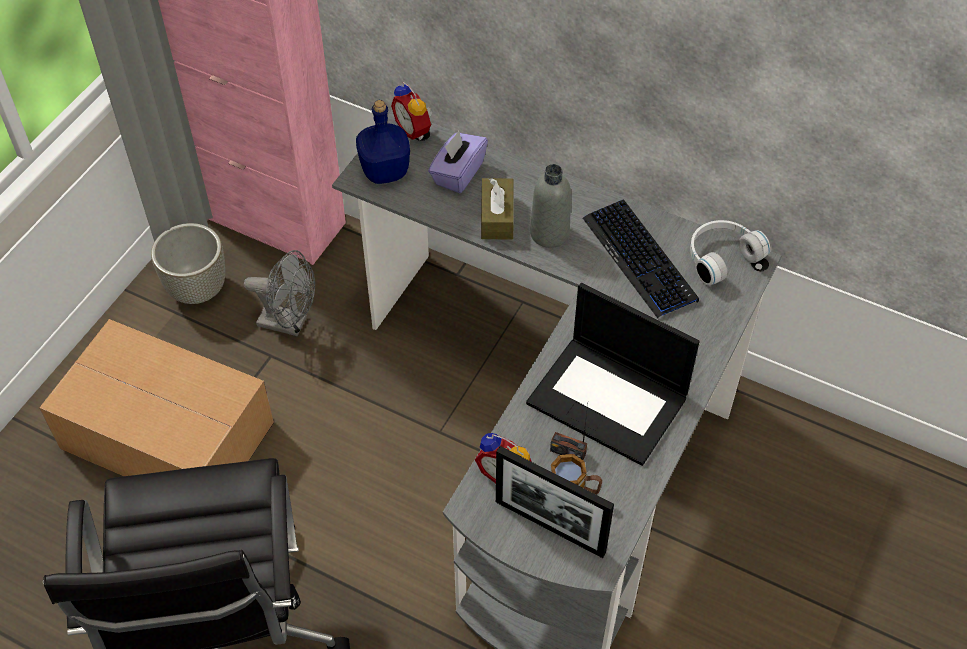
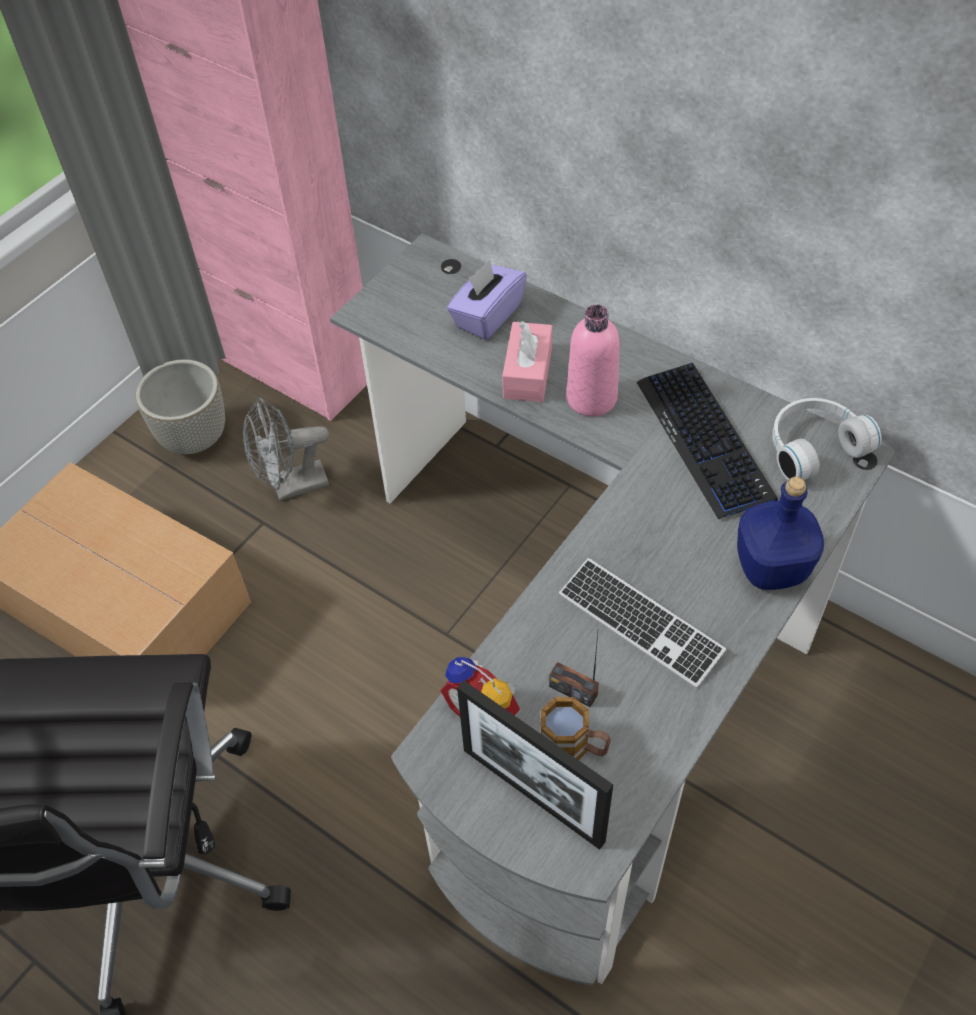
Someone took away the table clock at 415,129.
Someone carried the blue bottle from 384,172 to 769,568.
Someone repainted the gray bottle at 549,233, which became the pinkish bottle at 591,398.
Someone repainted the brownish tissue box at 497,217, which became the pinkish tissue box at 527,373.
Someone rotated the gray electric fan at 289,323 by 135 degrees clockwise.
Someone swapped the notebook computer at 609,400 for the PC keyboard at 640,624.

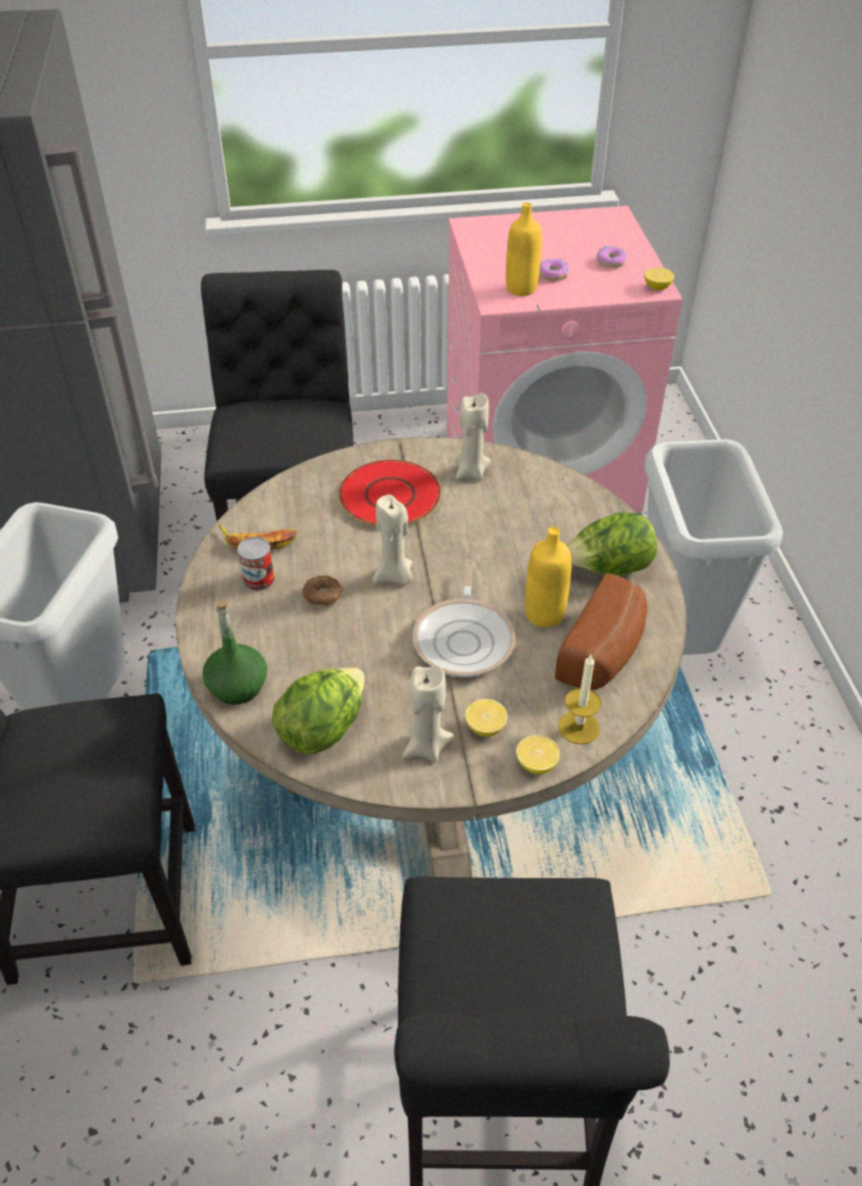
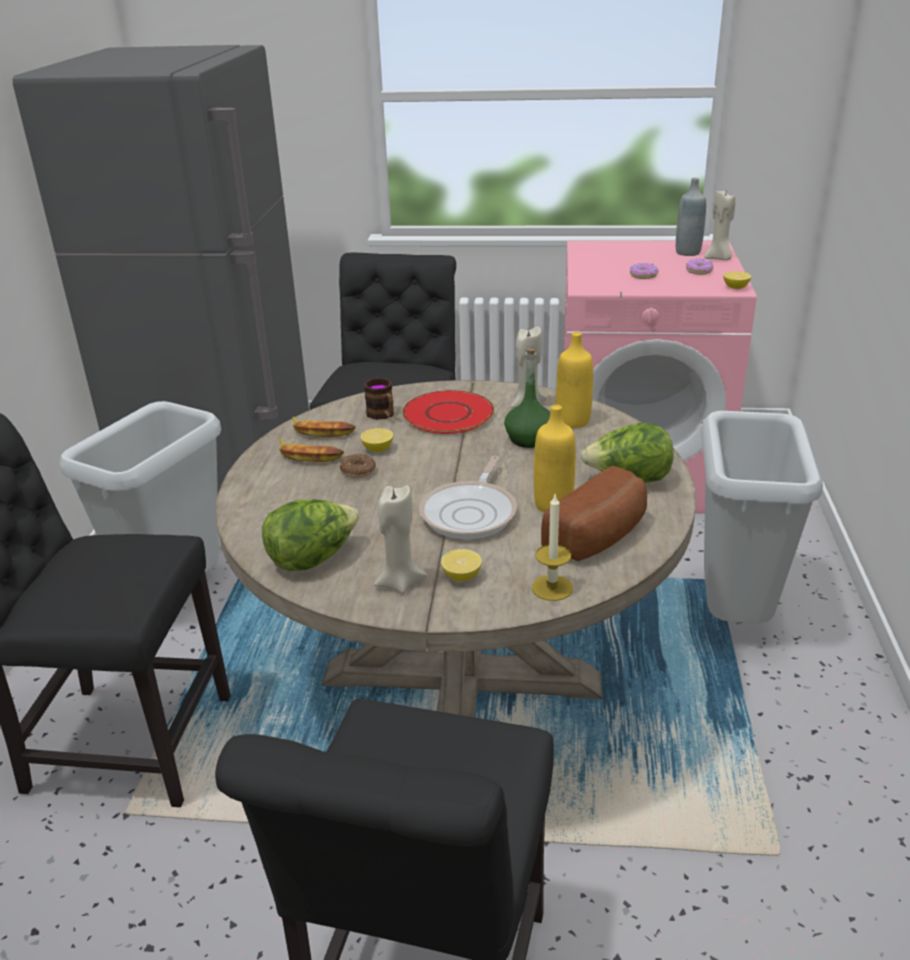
Someone carried the yellow-coloured bottle from 521,288 to 573,421.
Someone carried the sand-coloured candle from 394,577 to 718,259.
Someone swapped the metal can at 258,579 for the whole banana at 309,455.
Someone carried the green-coloured bottle from 237,686 to 529,439.
Someone carried the citrus fruit from 536,764 to 377,449.
Someone put down the gray bottle at 688,252.
Someone put down the mug at 383,415.

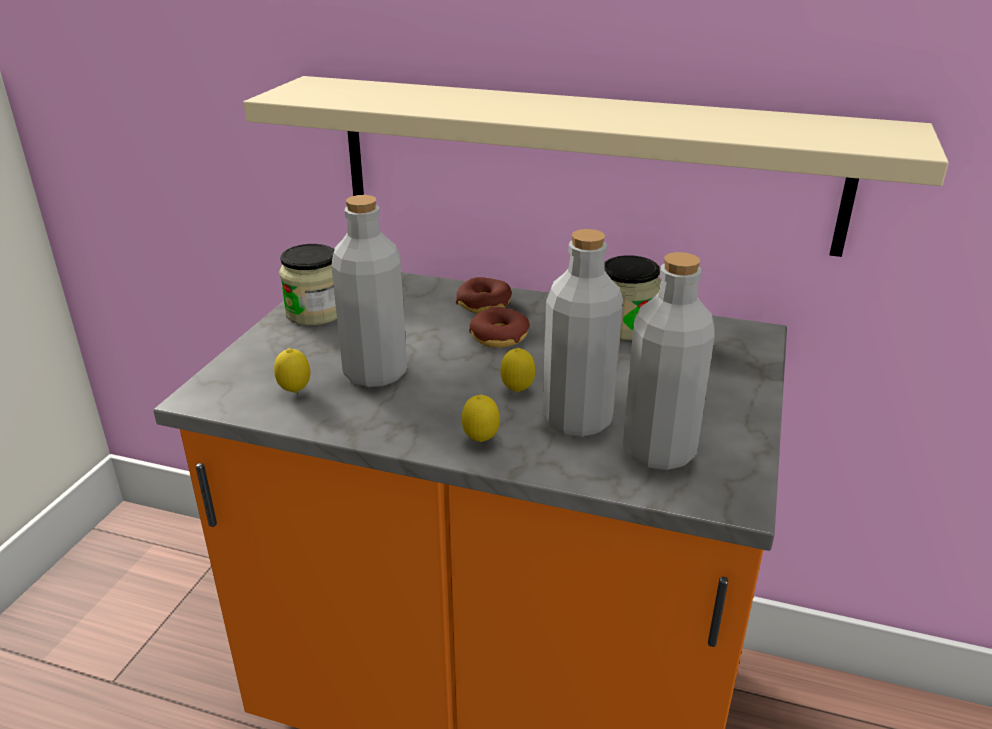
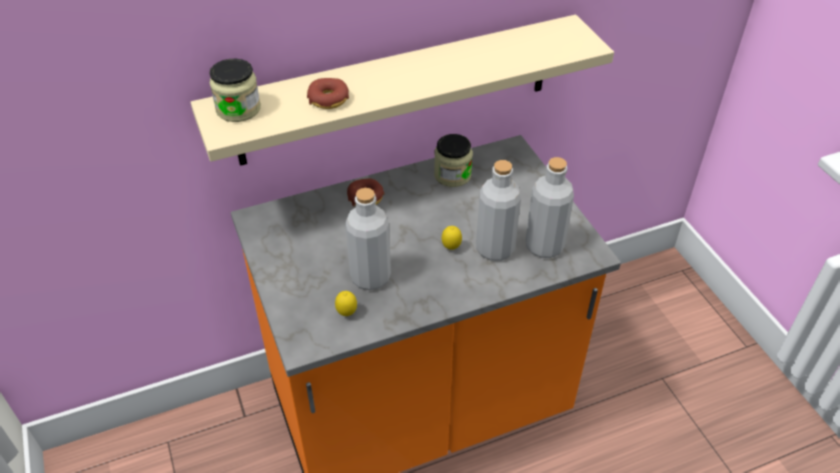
Someone carried the jar from 315,312 to 238,109.
Someone carried the ring doughnut from 499,336 to 328,99.
Someone took away the citrus fruit at 480,441.

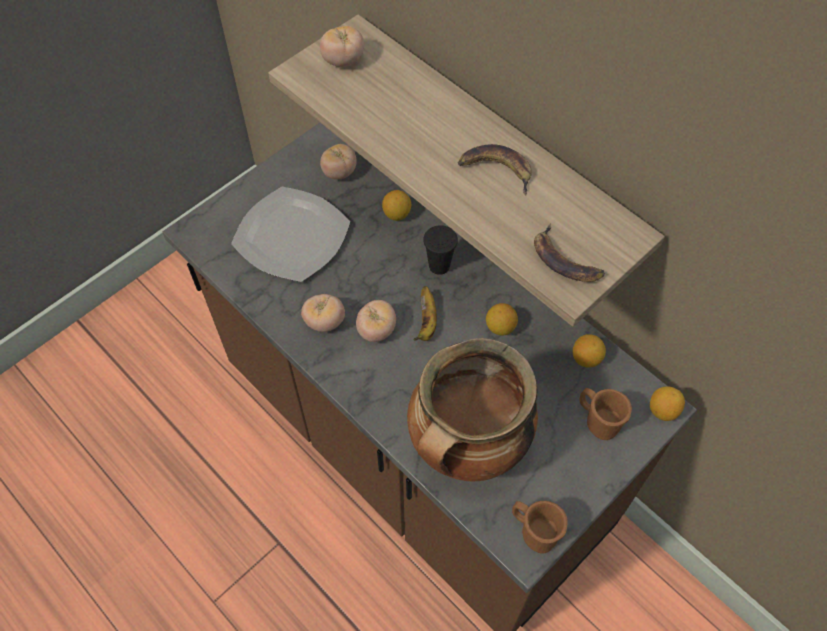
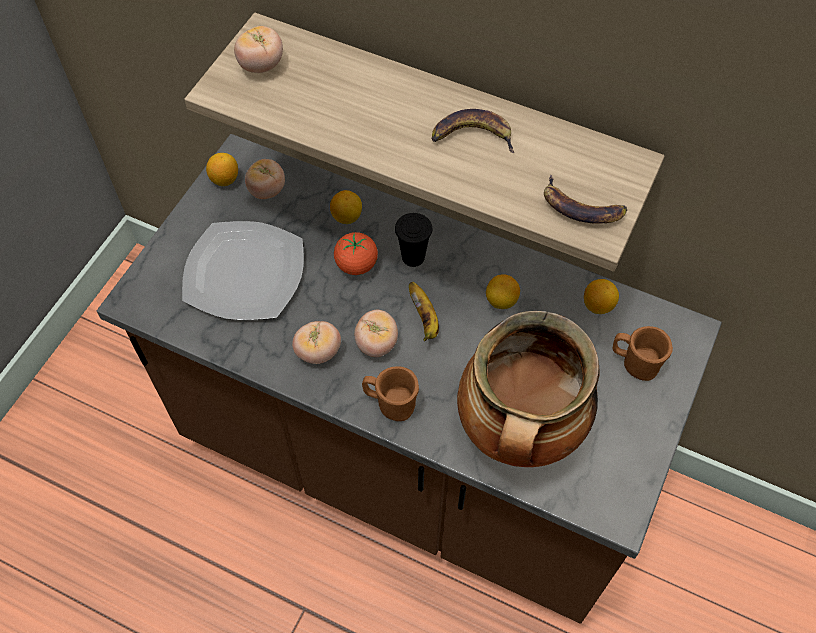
Someone carried the citrus fruit from 662,410 to 225,179.
Someone carried the brownish mug from 534,531 to 391,403.
Someone put down the whole tomato at 356,265.

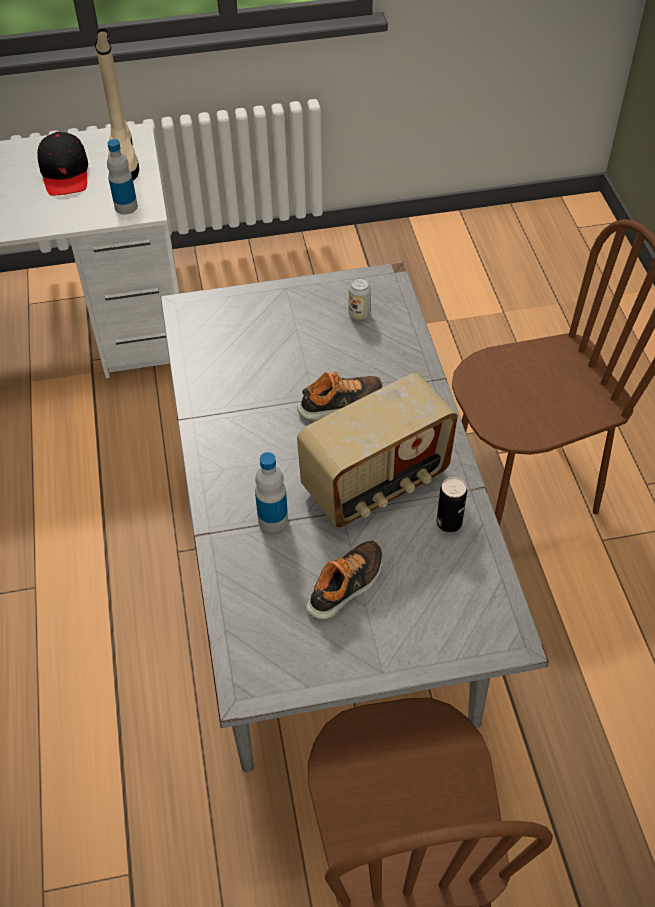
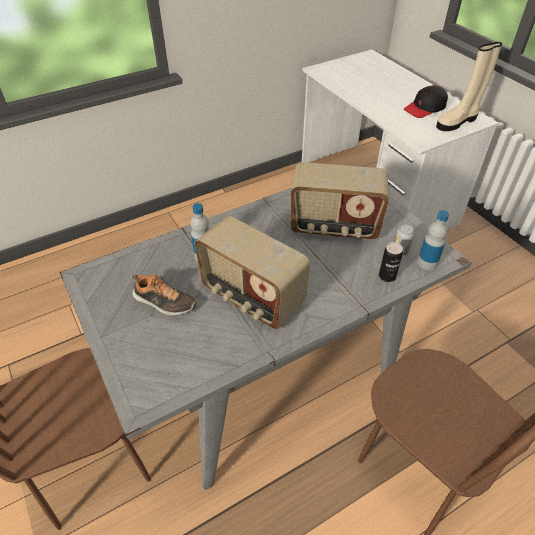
Someone carried the bottle from 126,207 to 427,263.
Someone took away the shoe at 341,403.
Someone carried the metal can from 449,522 to 387,276.
Someone put down the radio set at 334,227.

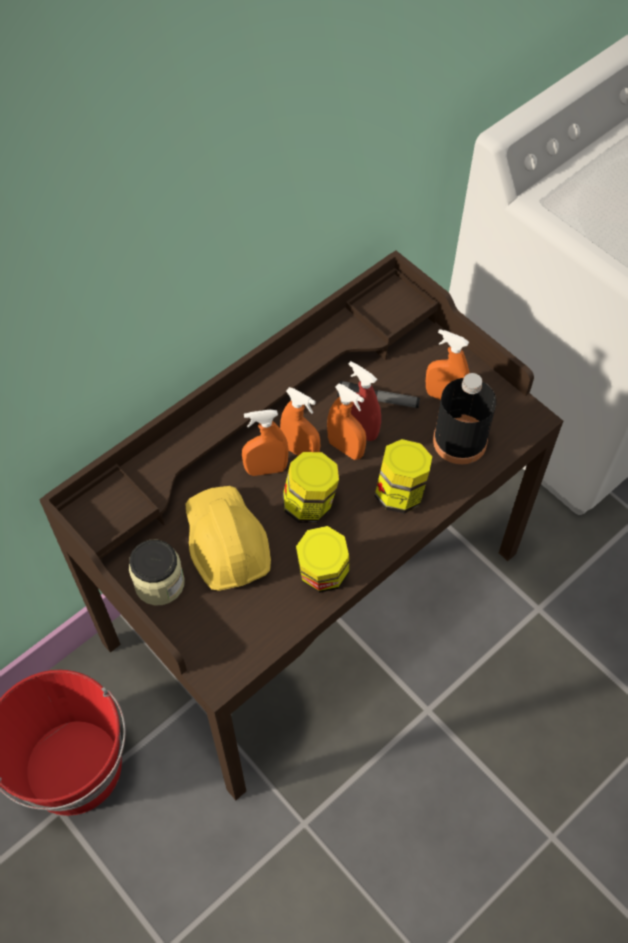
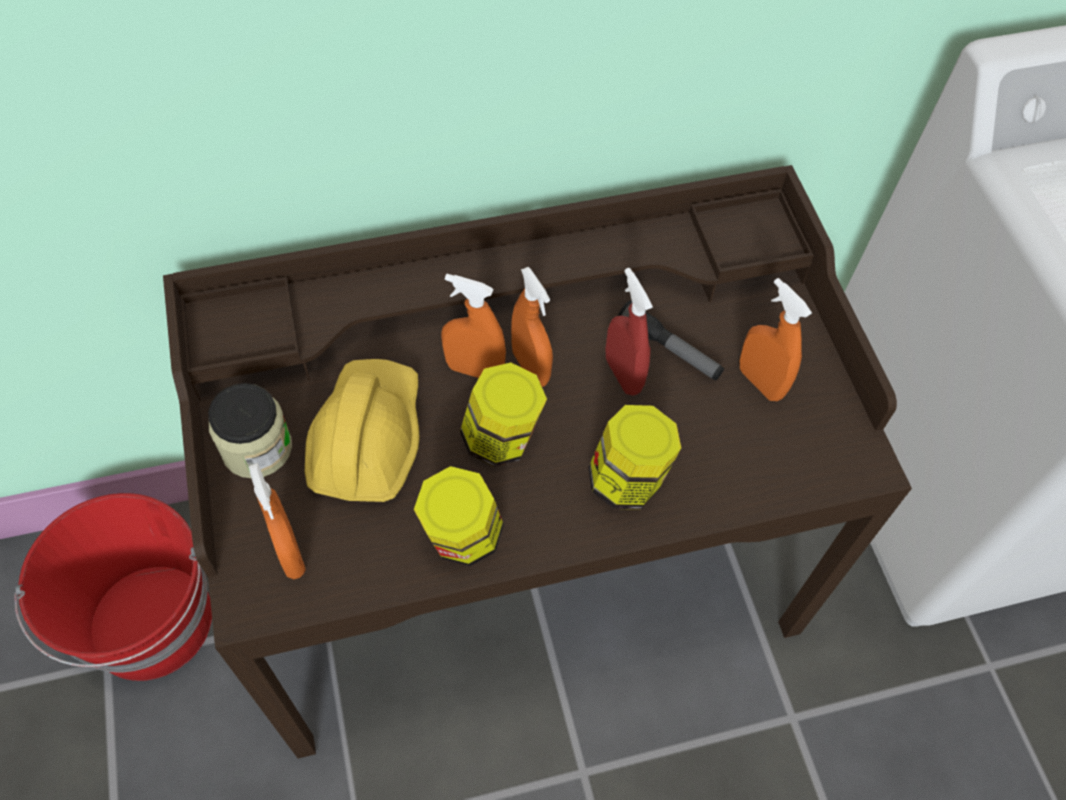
Someone took away the black-coloured bottle at 459,441.
Someone carried the orangey hand sprayer from 345,449 to 289,553.

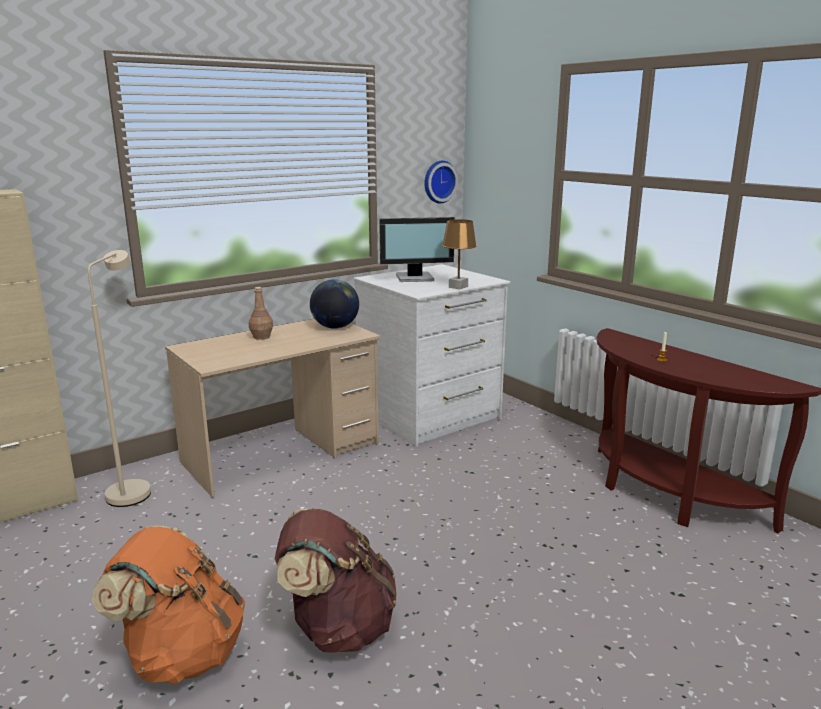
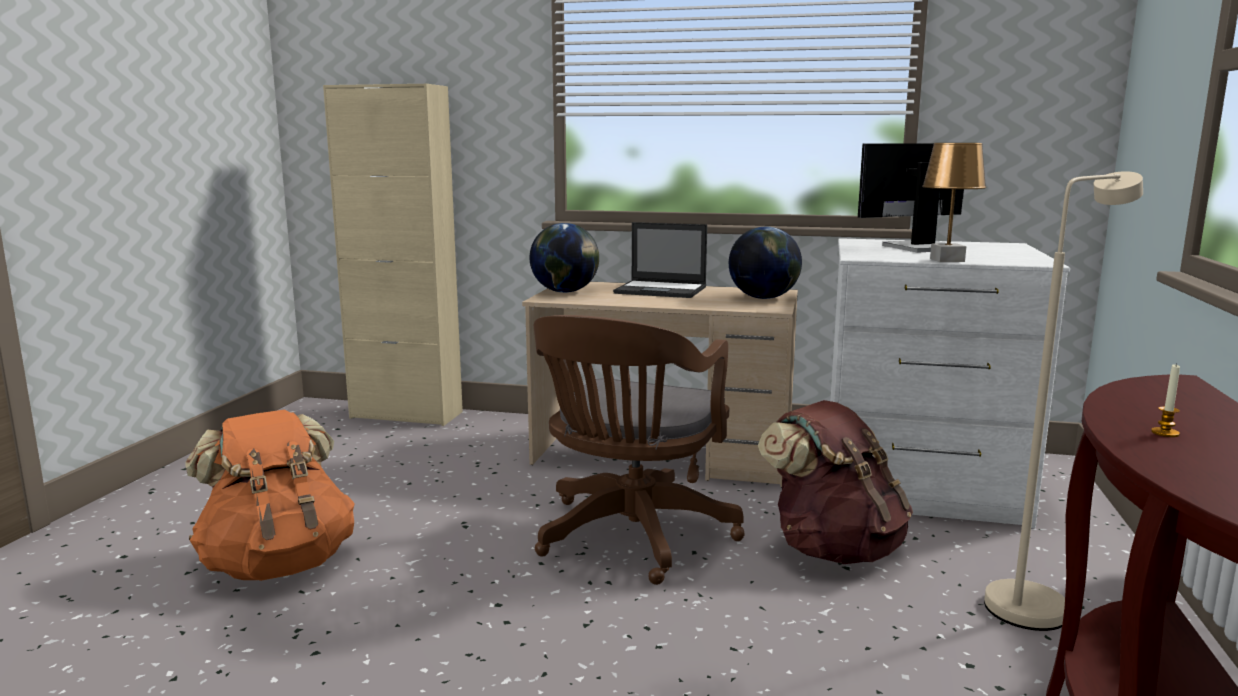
Someone took away the clock on the wall at 438,181.
Someone rotated the computer screen at 415,278 by 120 degrees clockwise.
Someone carried the sand-coloured standing lamp from 133,489 to 1035,602.
Someone swapped the brownish bottle at 261,337 for the notebook computer at 662,290.
Someone carried the brownish backpack from 337,628 to 832,549.
Someone put down the globe at 565,292.
Someone put down the brownish desk chair at 631,538.

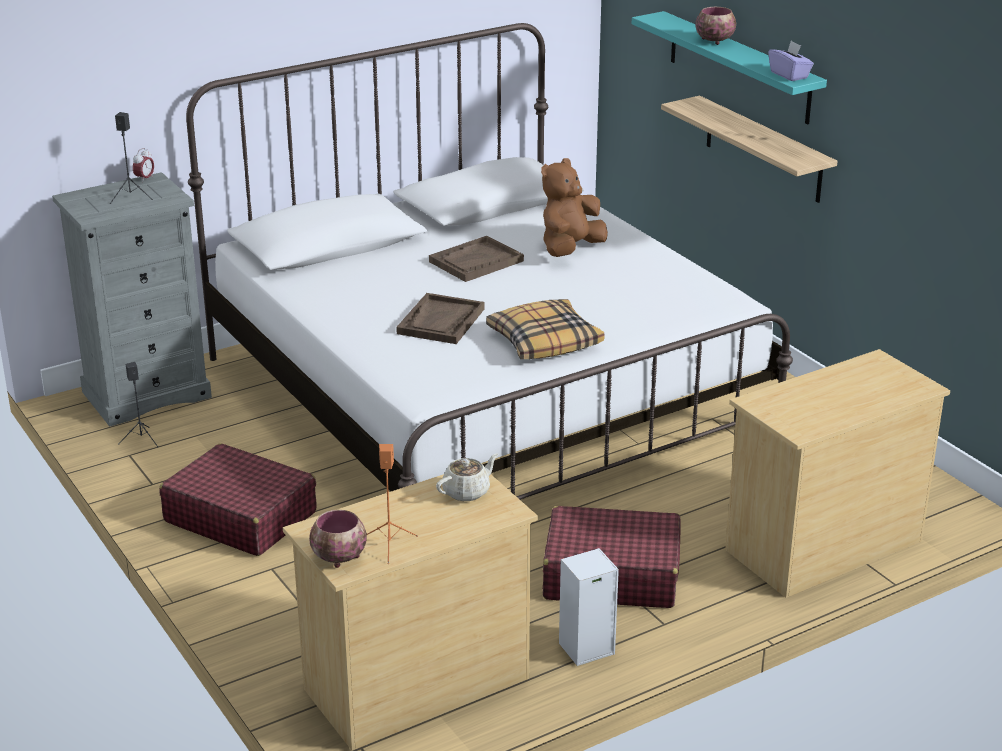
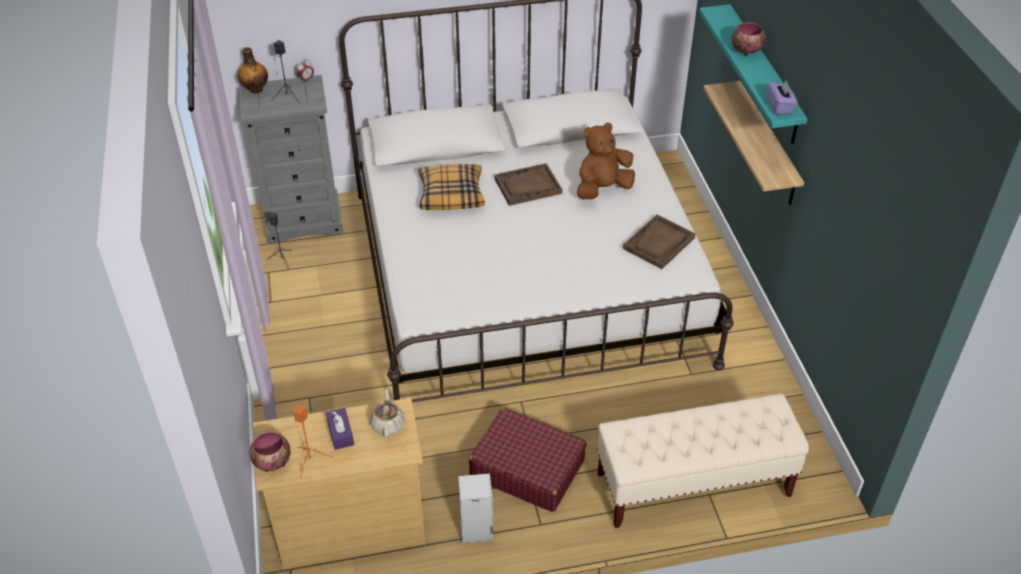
Someone carried the brownish carrying tray from 441,321 to 658,243.
Someone carried the cushion from 544,341 to 451,194.
Someone swapped the sand-coloured drawer chest at 822,545 for the sand-coloured bench at 693,485.
Someone took away the red suitcase at 240,516.
Someone rotated the sand-coloured tea pot at 467,492 by 75 degrees counterclockwise.
Someone put down the bottle at 255,89.
Someone put down the purplish tissue box at 340,433.

